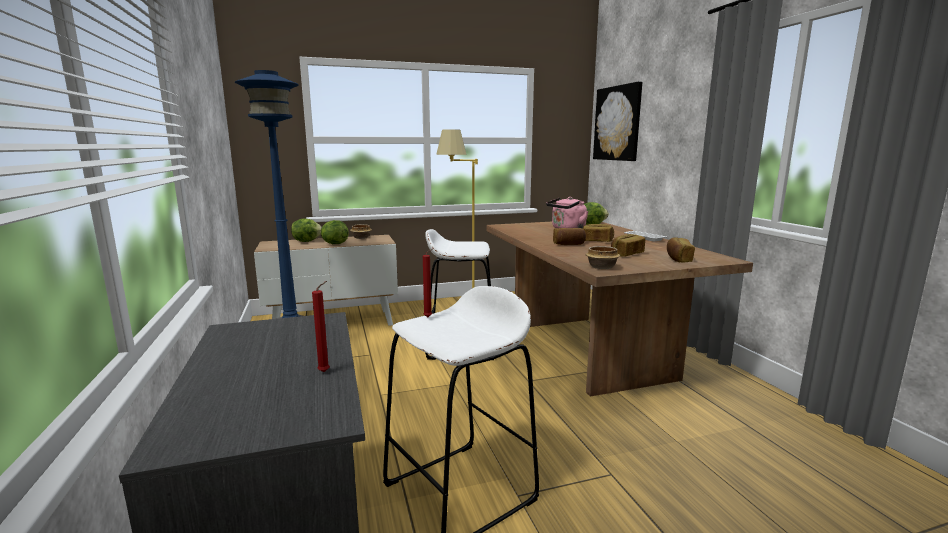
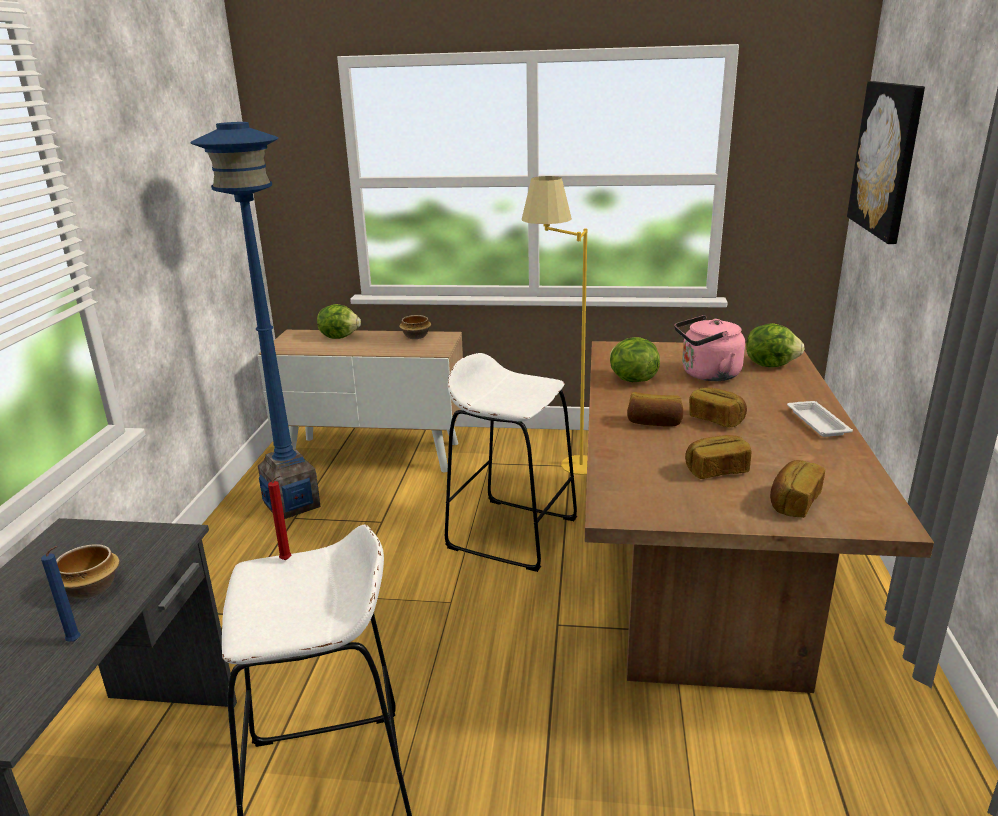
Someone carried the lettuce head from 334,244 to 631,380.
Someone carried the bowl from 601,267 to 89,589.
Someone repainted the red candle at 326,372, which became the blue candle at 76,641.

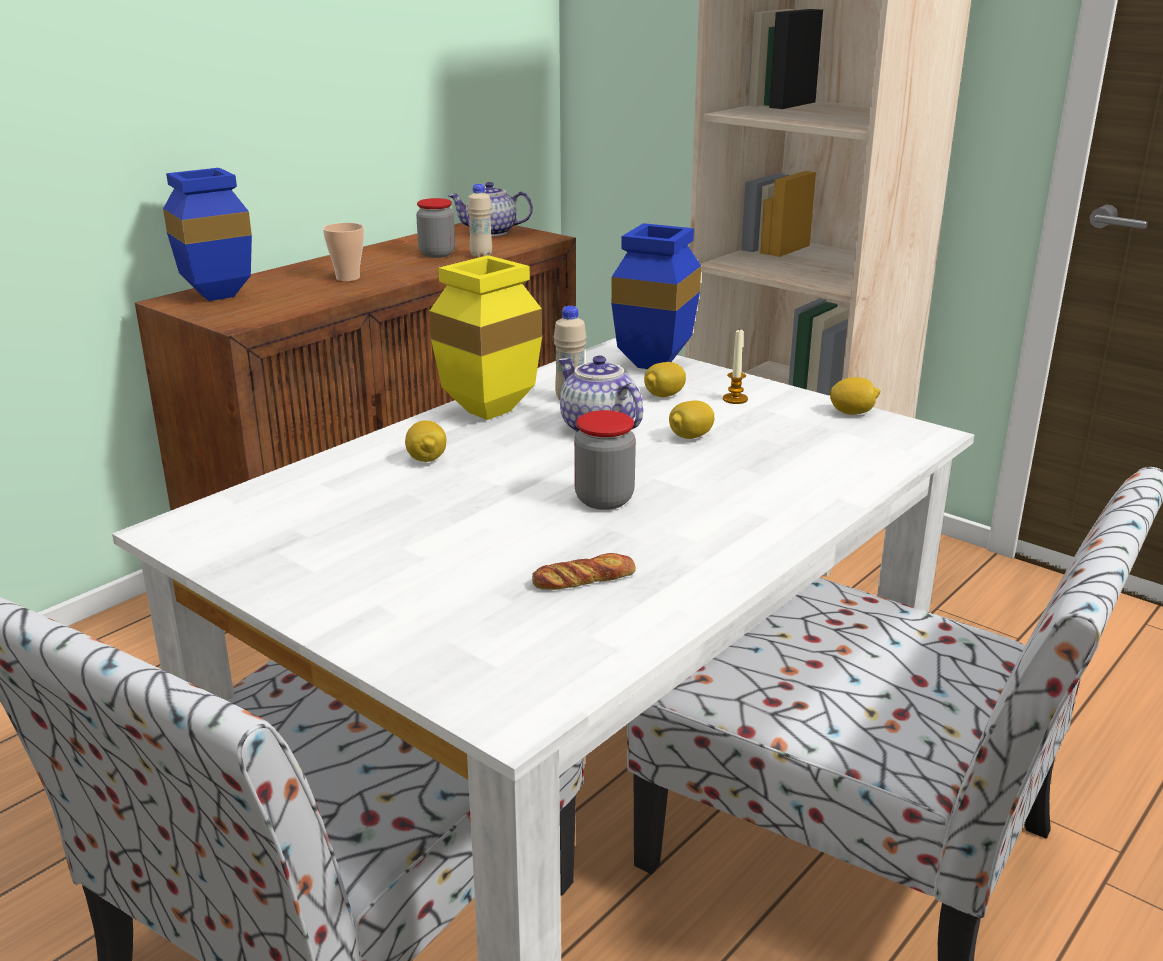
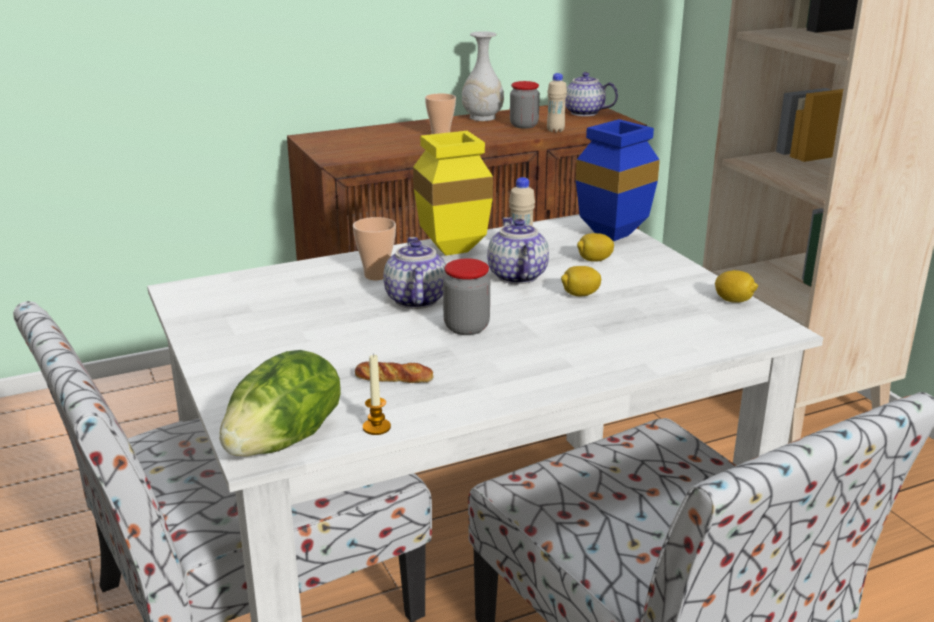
Someone took away the blue flower vase at 214,297.
Someone carried the candle from 735,399 to 376,427.
Someone swapped the citrus fruit at 426,459 for the drinking cup at 376,275.
Someone put down the white flower vase at 482,118.
Someone put down the tea pot at 414,300.
Someone put down the lettuce head at 286,440.

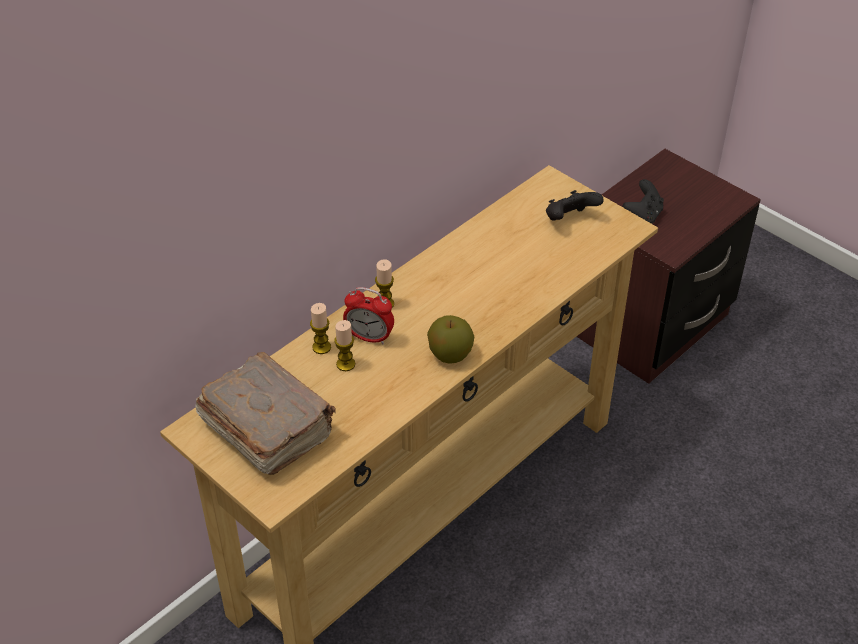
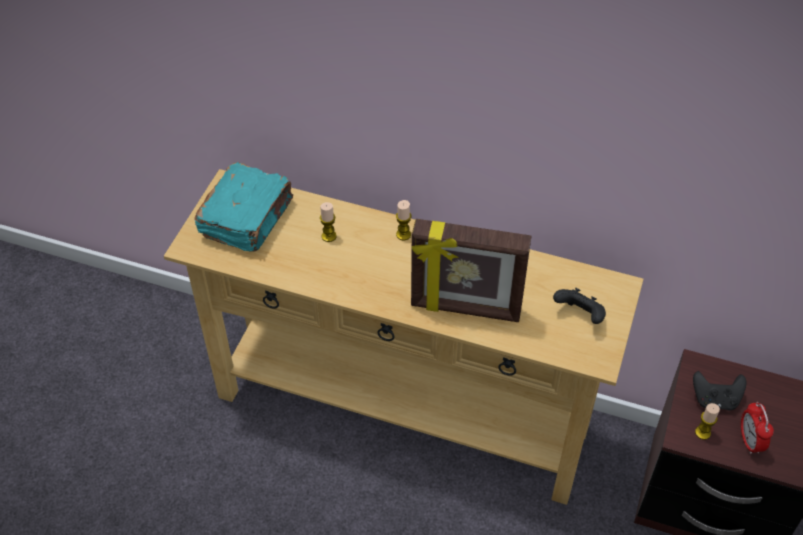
Someone carried the table clock from 369,337 to 749,441.
Someone carried the candle from 321,347 to 702,432.
Someone took away the apple fruit at 450,354.
Someone repainted the brownish volume at 266,427, which became the turquoise-coloured volume at 248,218.
Someone put down the photo frame at 465,309.

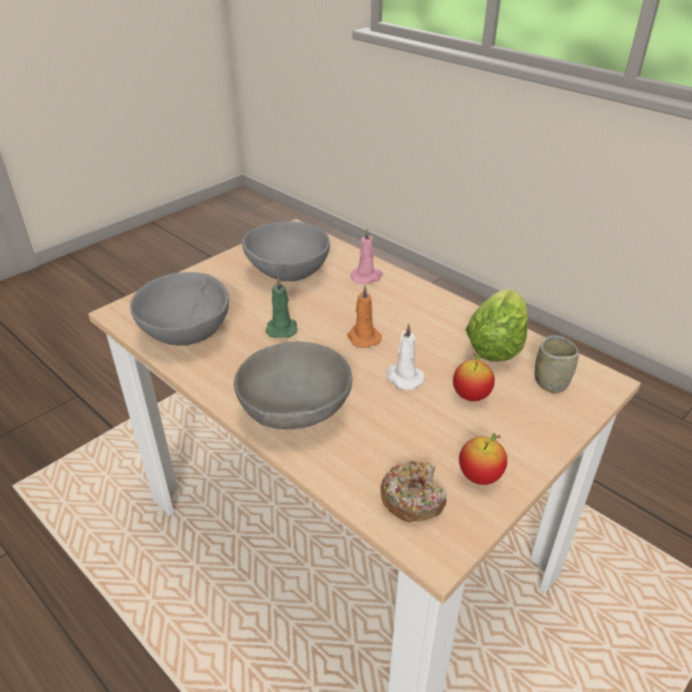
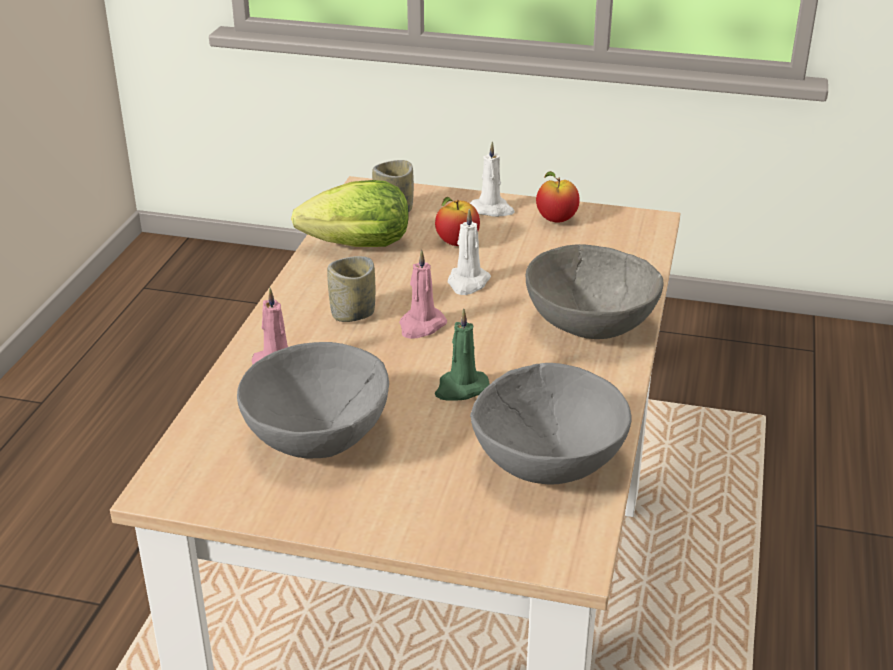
Someone repainted the orangey candle at 363,337, which became the pinkish candle at 421,326.
Someone took away the ring doughnut at 412,498.
Someone put down the white candle at 492,210.
Someone put down the drinking cup at 353,314.

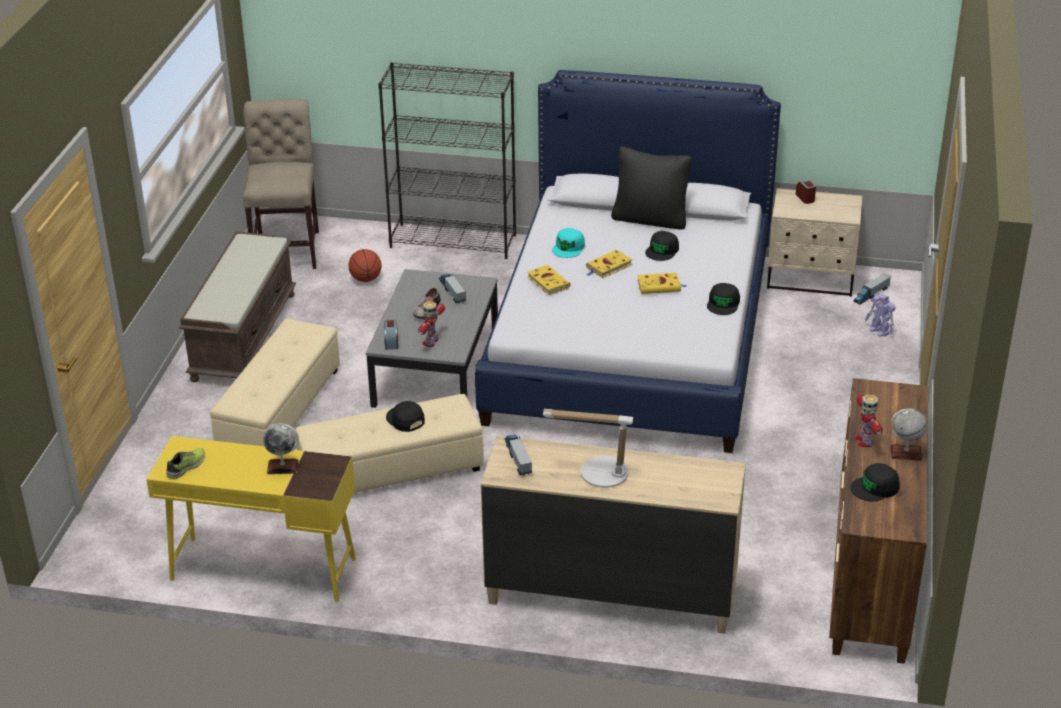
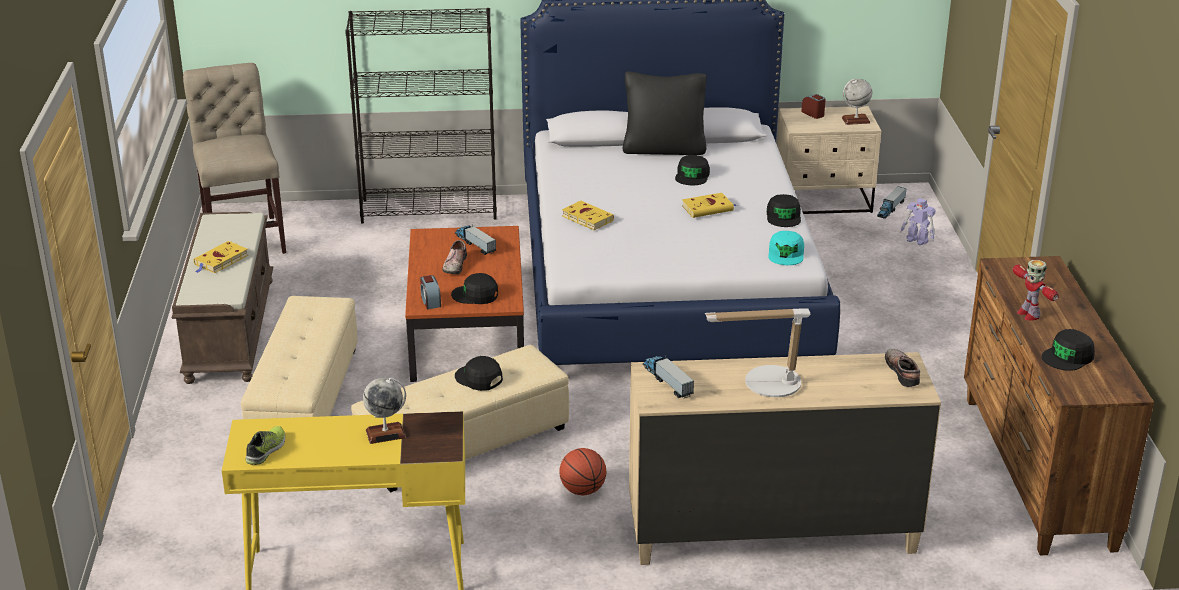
Someone carried the turquoise-coloured cap from 568,247 to 786,254.
Someone carried the basketball from 366,279 to 583,490.
Someone carried the yellow-coloured volume from 608,267 to 220,261.
Someone repainted the gray coffee table at 436,368, which became the brownish coffee table at 468,333.
Someone swapped the robot figure at 431,341 for the black-coloured cap at 475,295.
Someone carried the globe from 905,453 to 855,120.
Someone put down the shoe at 904,372.

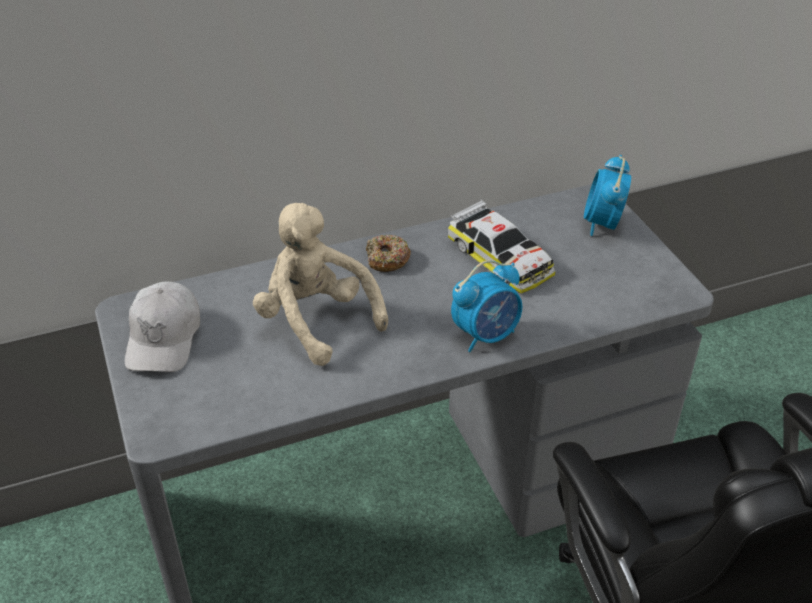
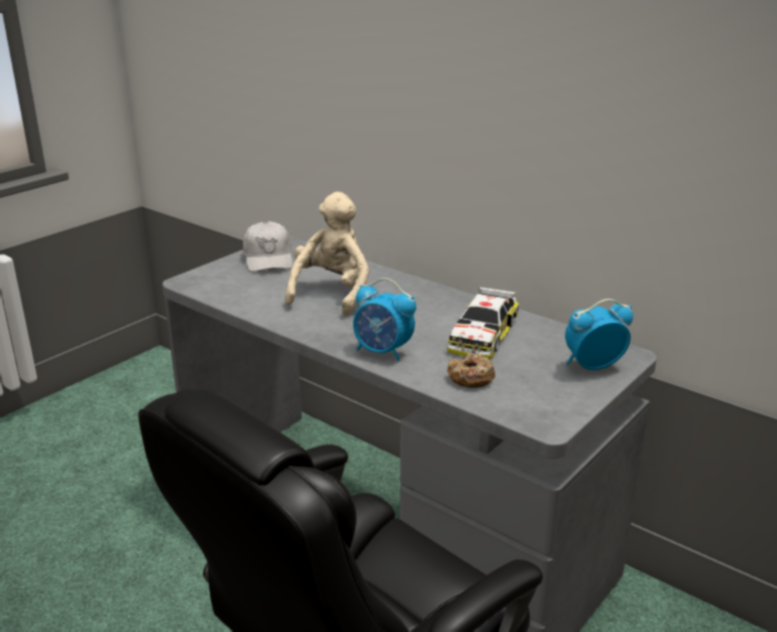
Someone carried the ring doughnut from 387,259 to 471,378.
Someone rotated the white cap at 164,338 by 75 degrees counterclockwise.

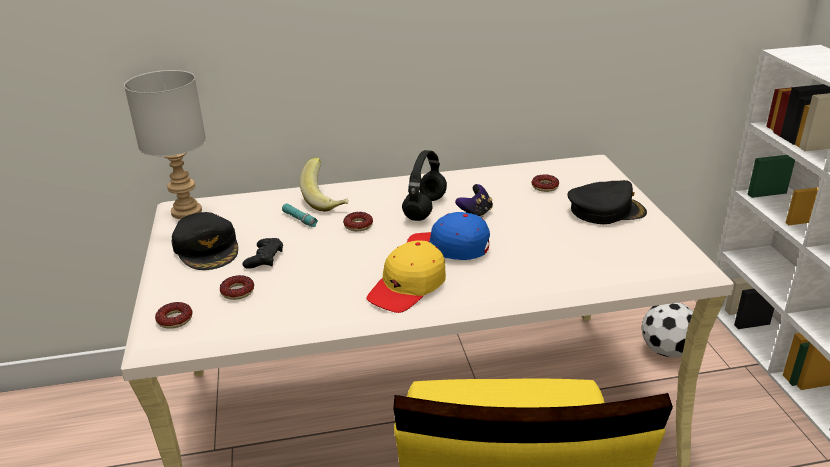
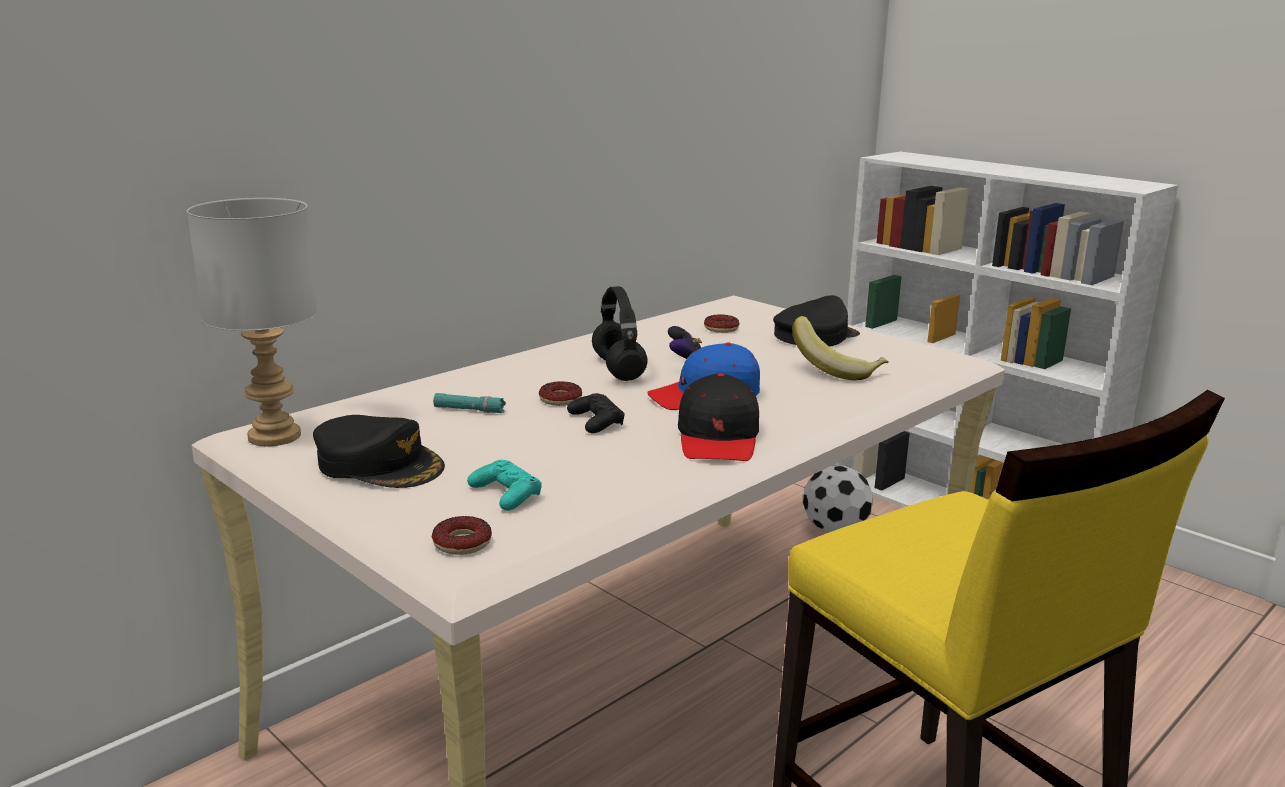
Someone carried the whole banana from 327,200 to 837,370.
Someone carried the black-coloured joypad from 264,258 to 596,421.
Someone repainted the yellow-coloured cap at 408,287, which became the black-coloured cap at 718,438.
Someone swapped the ring doughnut at 237,291 for the turquoise-coloured joypad at 506,494.

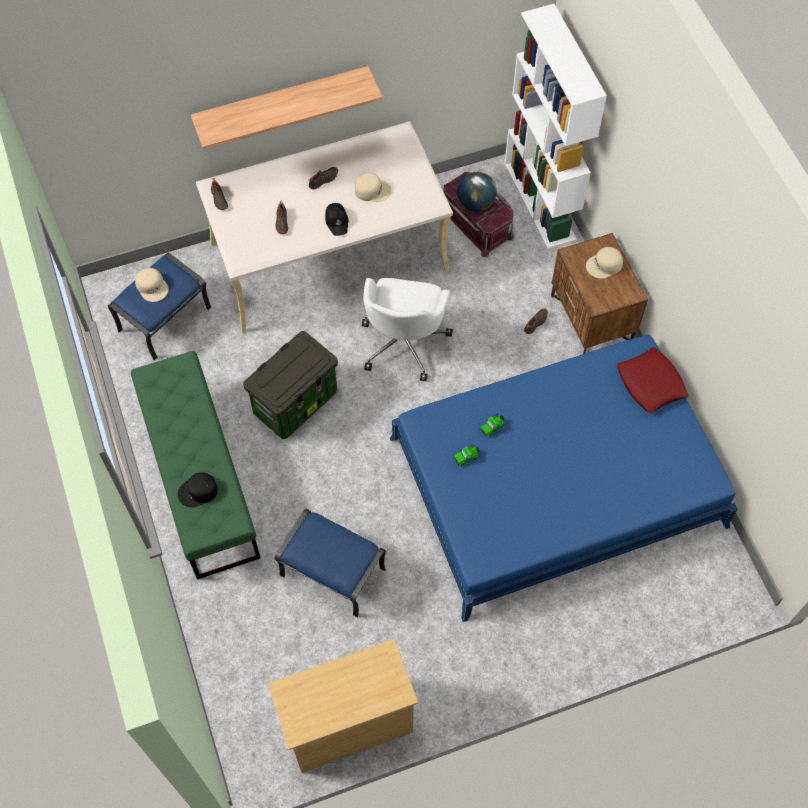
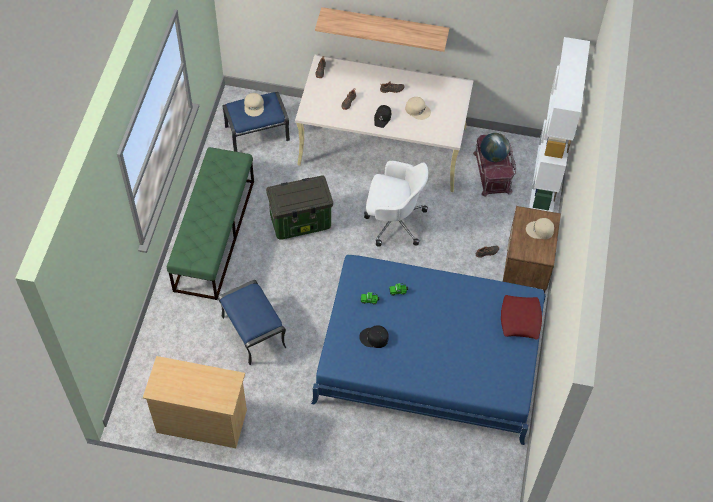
Someone rotated the white desk chair at 404,342 by 120 degrees counterclockwise.
Someone carried the black-coloured cap from 198,491 to 374,338.

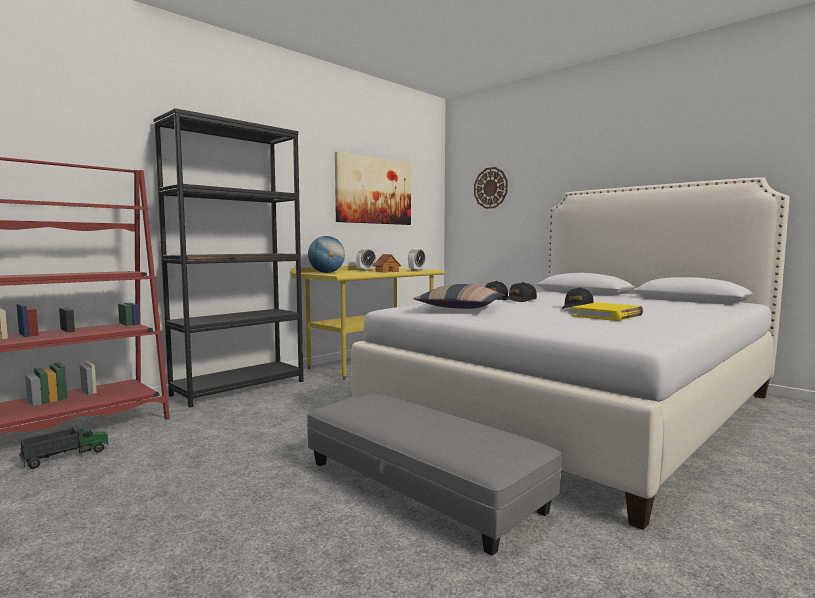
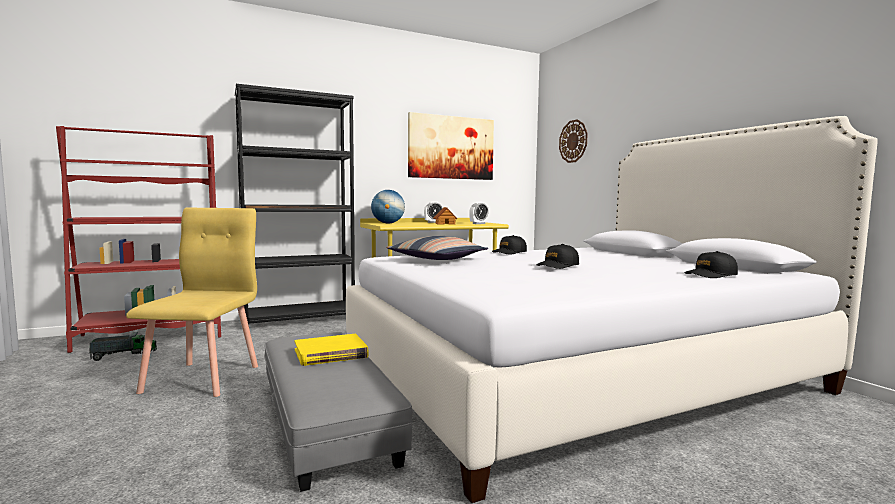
Someone carried the black-coloured cap from 519,300 to 711,275.
Someone carried the yellow-coloured volume from 607,315 to 331,353.
Someone put down the yellow-coloured upright chair at 203,378.

